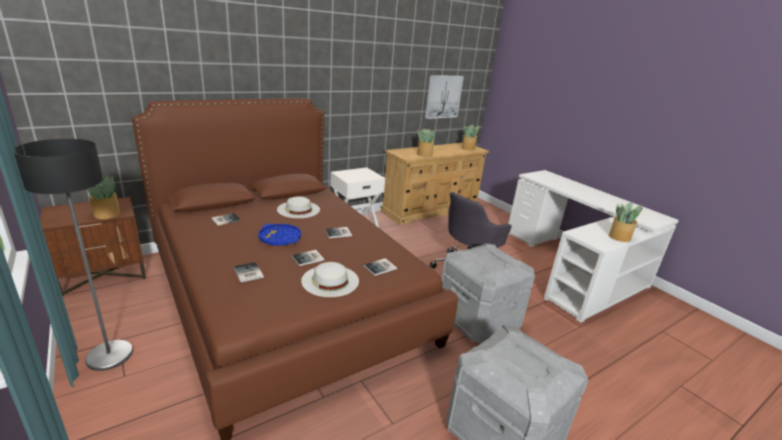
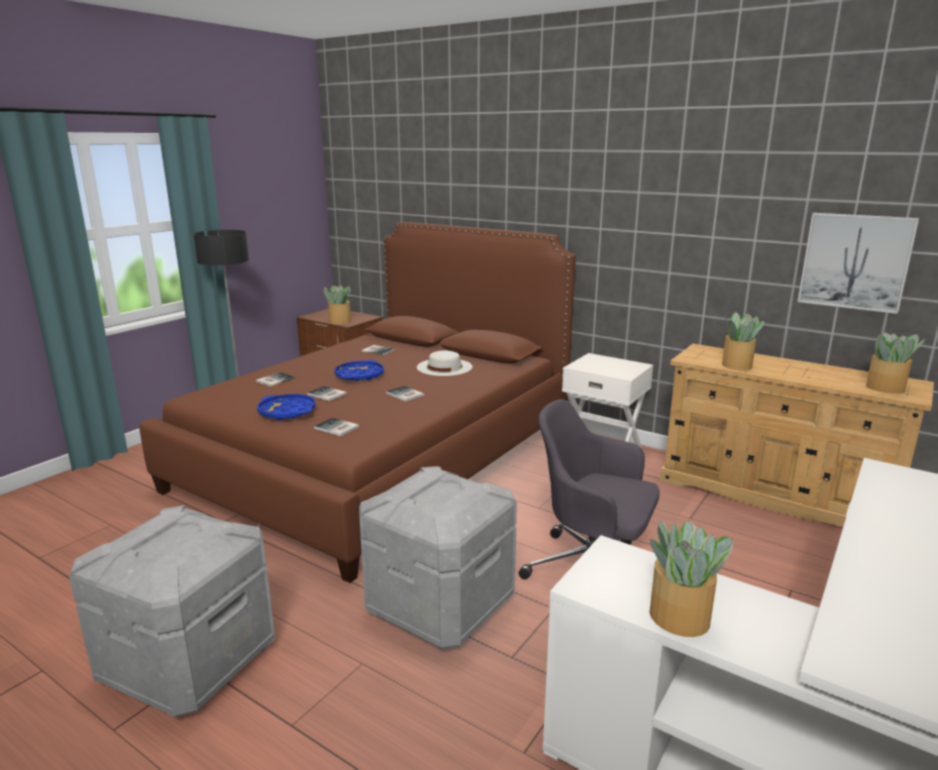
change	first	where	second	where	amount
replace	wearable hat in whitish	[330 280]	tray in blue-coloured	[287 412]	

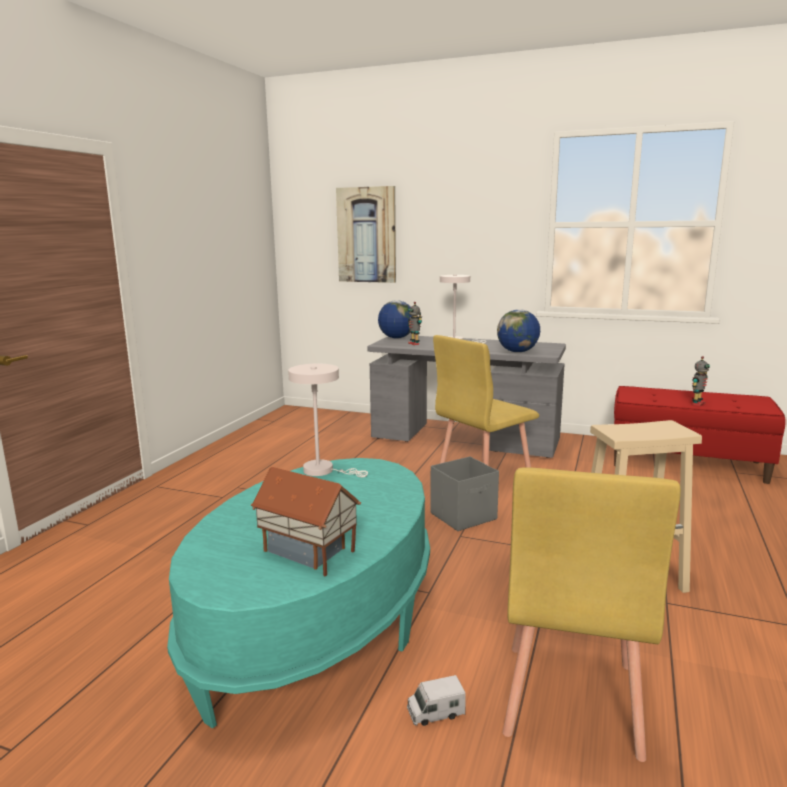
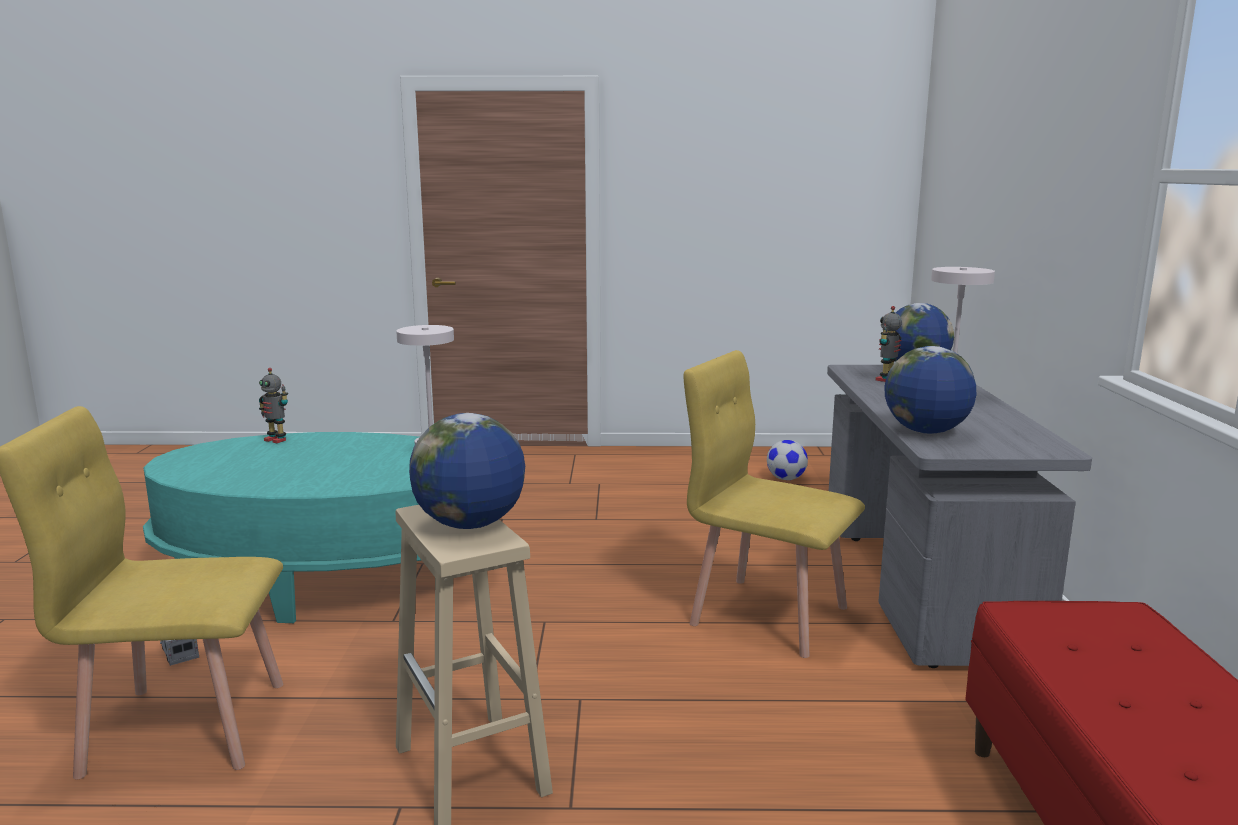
change	first	where	second	where	amount
delete	toy house	[307 553]			
delete	wall art	[367 235]			
delete	storage box in gray	[464 516]			
insert			globe	[470 524]	
insert			football	[786 479]	
move	robot figure	[697 403]		[276 440]	

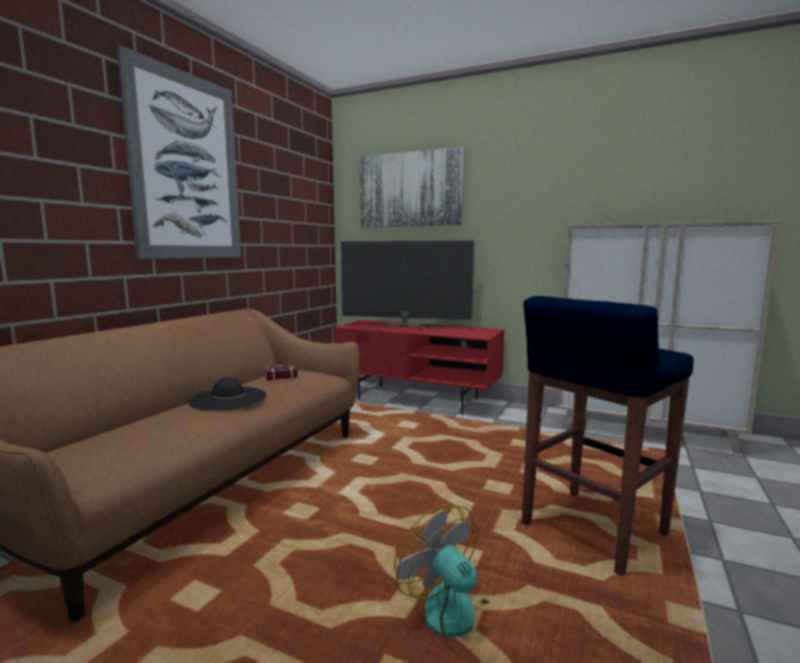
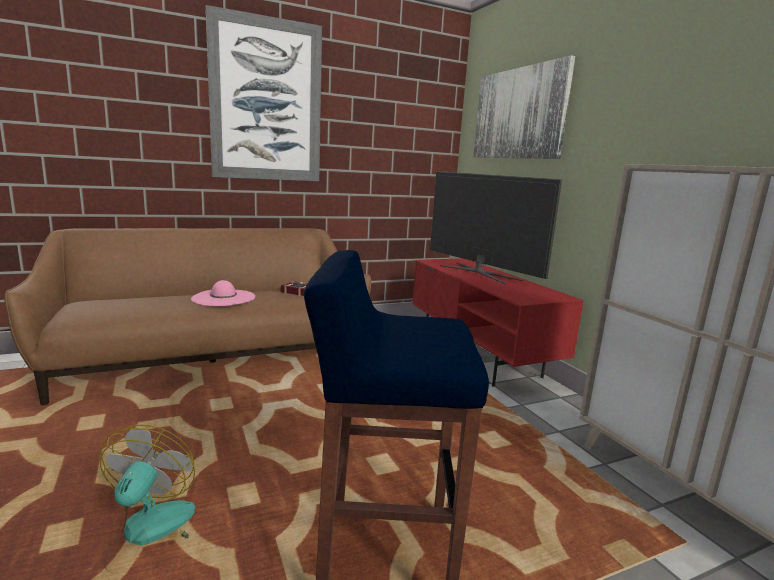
change	first	where	second	where	amount
recolor	wearable hat in black-coloured	[228 399]	wearable hat in pink-coloured	[223 298]	

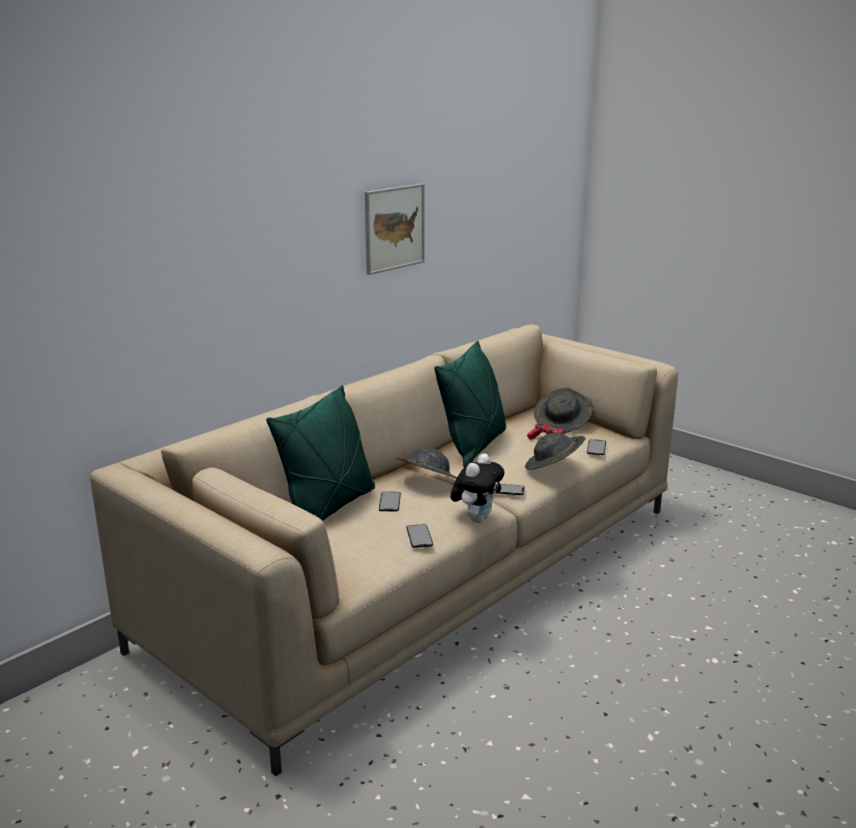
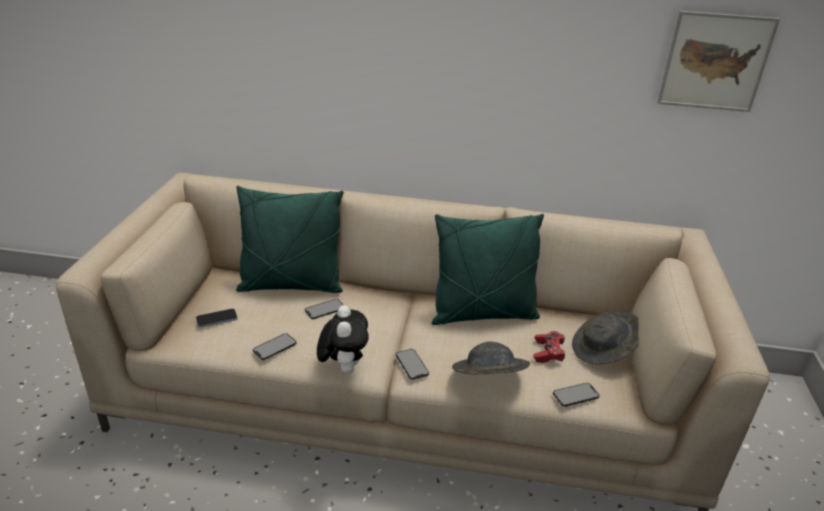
change	first	where	second	where	amount
delete	wearable hat in gray	[427 483]			
insert			handset	[216 319]	
move	wall art	[394 228]		[715 62]	
rotate	plush toy	[477 518]		[343 368]	90 degrees counterclockwise

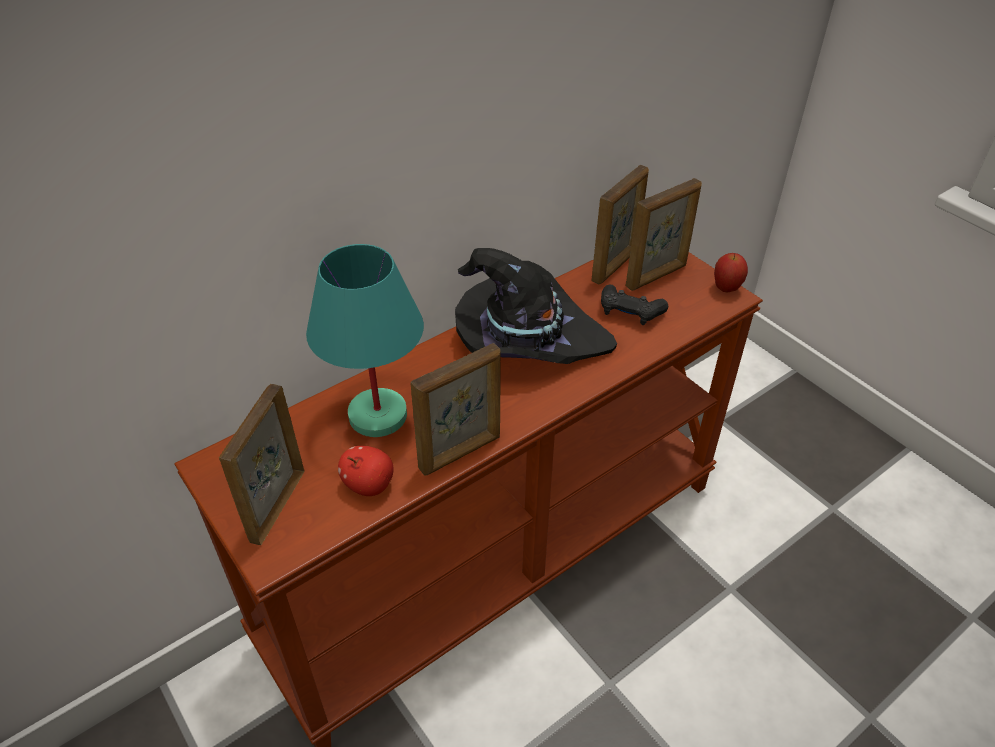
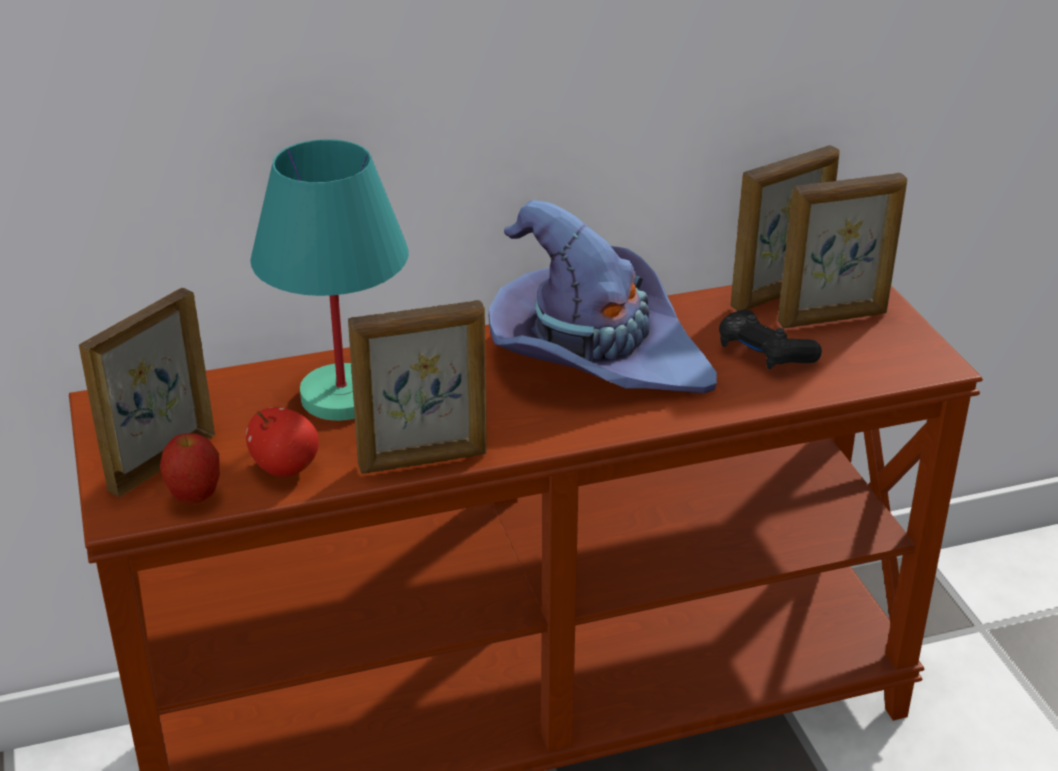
change	first	where	second	where	amount
move	apple fruit	[726 289]		[195 497]	
recolor	wearable hat in black-coloured	[527 339]	wearable hat in purple	[594 355]	

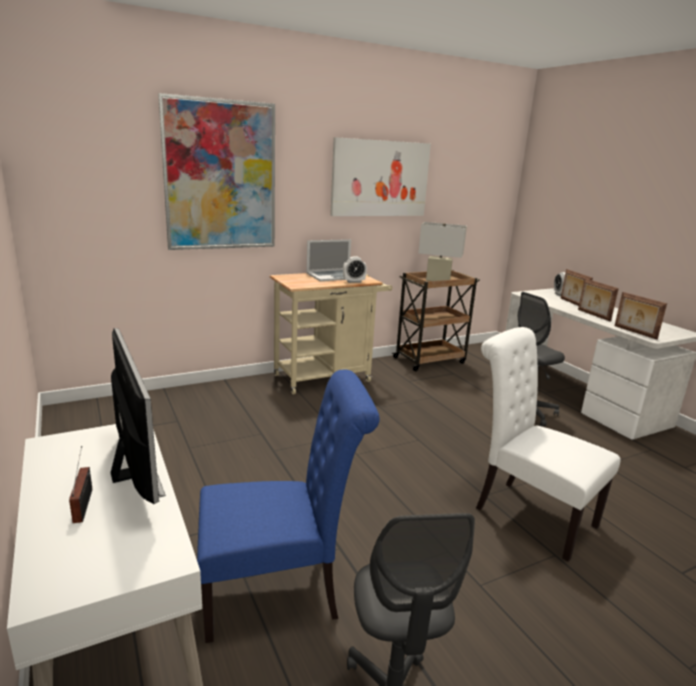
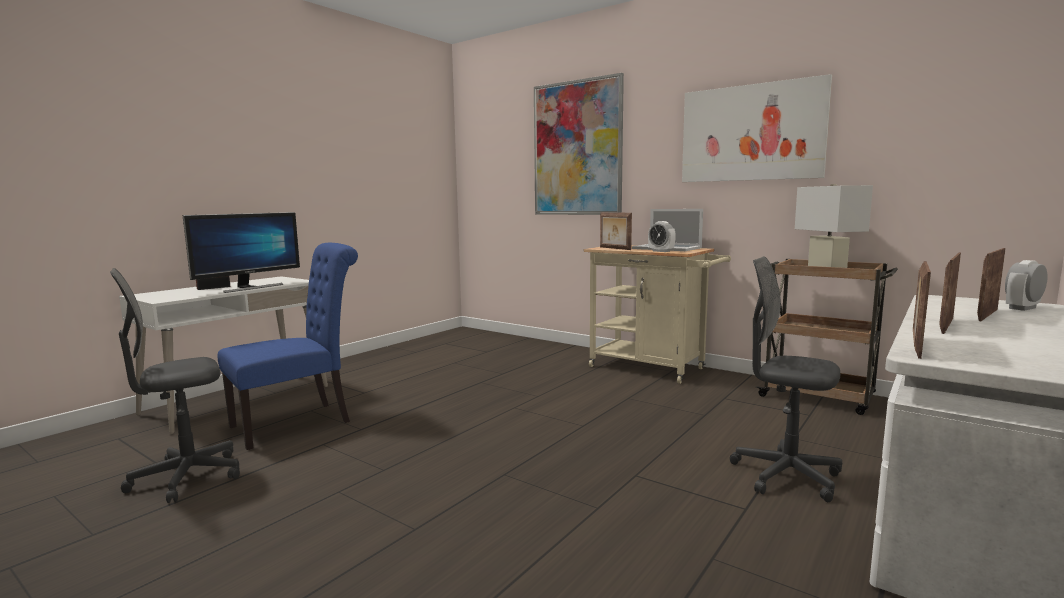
change	first	where	second	where	amount
delete	plain chair in whitish	[528 513]			
insert			picture frame	[614 248]	
rotate	plain chair in blue-coloured	[280 593]		[298 422]	90 degrees counterclockwise

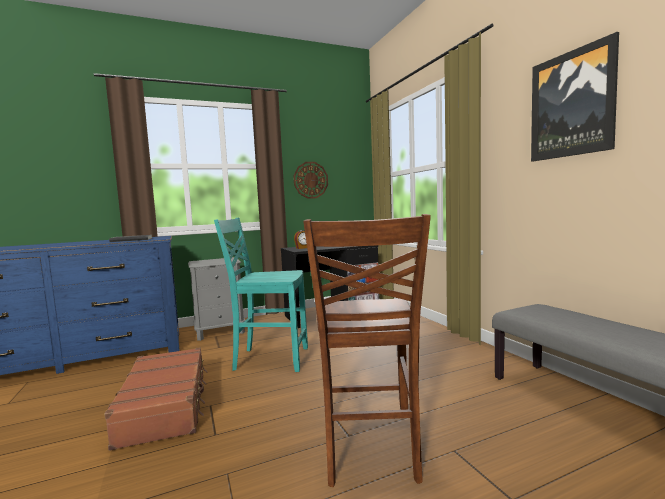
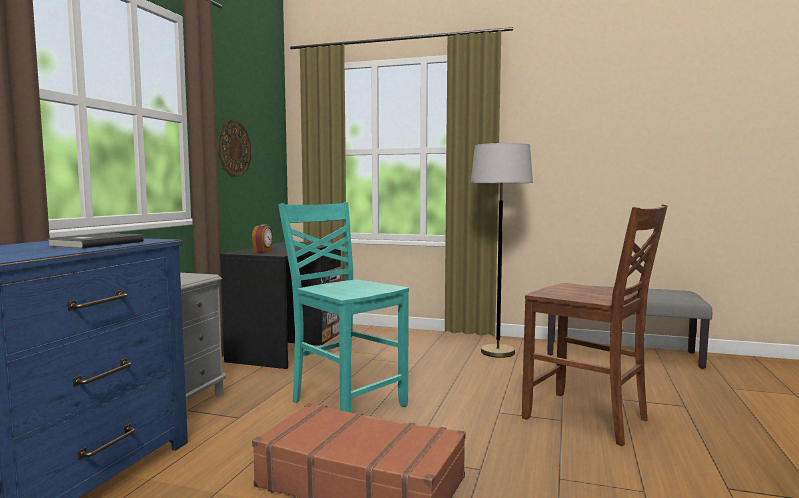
change	first	where	second	where	amount
delete	wall art	[571 104]			
insert			floor lamp in gray	[497 352]	
rotate	plain chair in blue-green	[270 359]		[346 403]	90 degrees clockwise

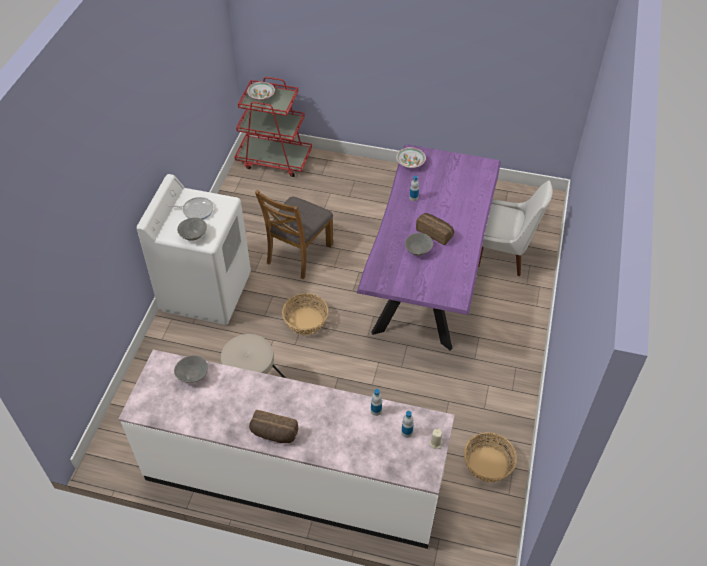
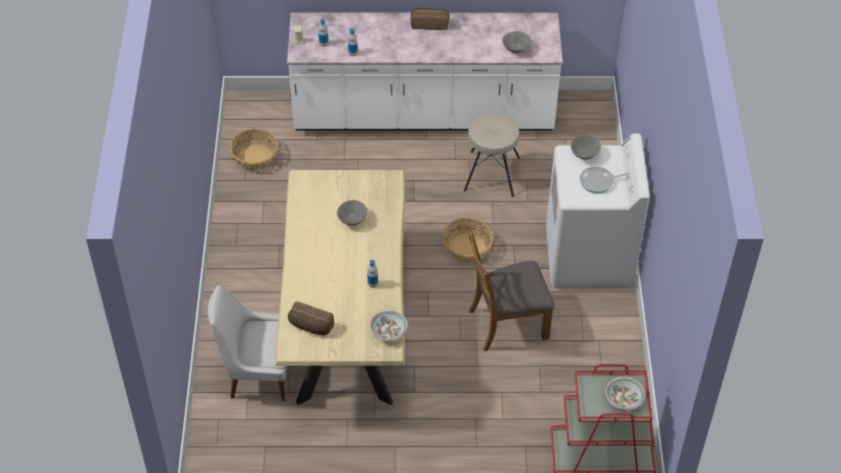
change	first	where	second	where	amount
move	bakery bread	[435 233]		[310 326]	
recolor	kitchen table in purple	[427 278]	kitchen table in beige-coloured	[346 323]	
rotate	plain chair in brown	[298 253]		[507 323]	120 degrees counterclockwise

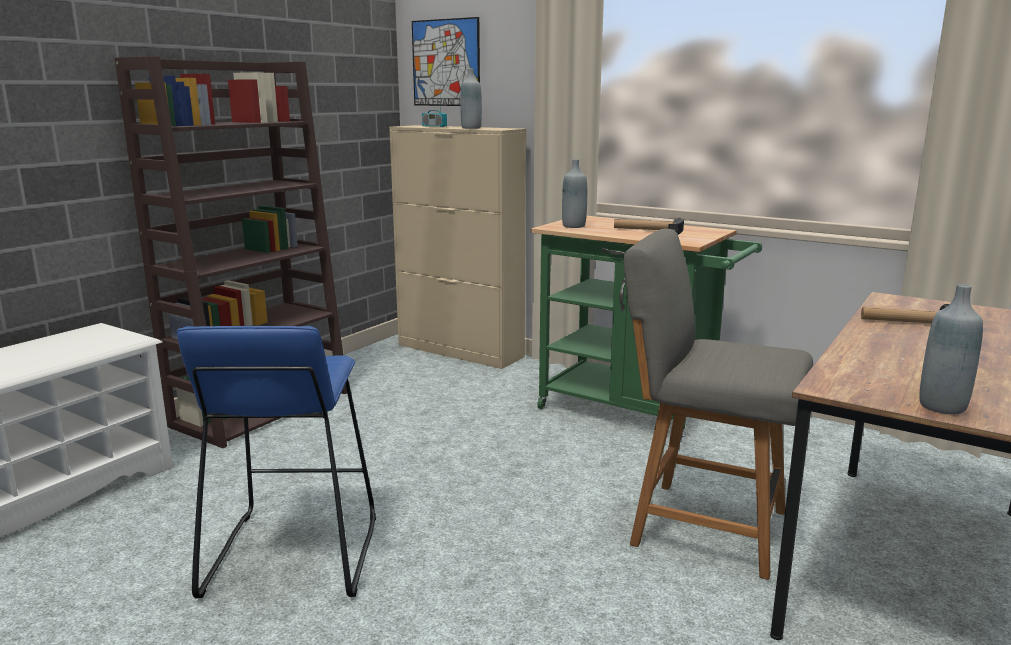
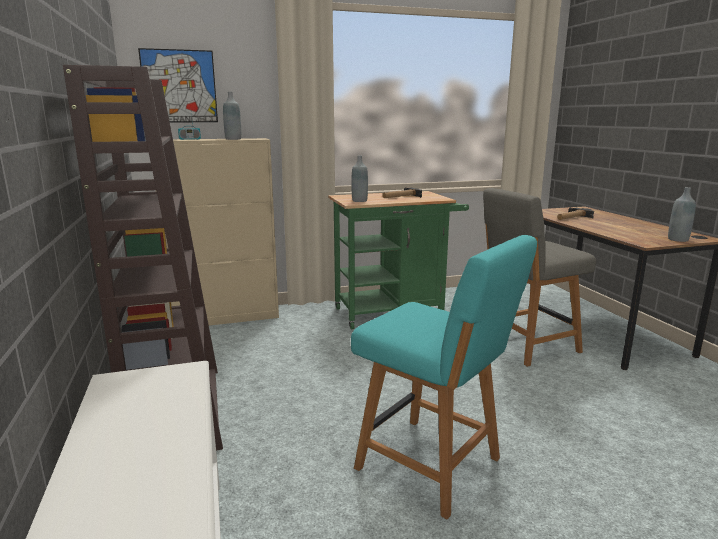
change	first	where	second	where	amount
replace	stool seat in blue-coloured	[292 554]	plain chair in blue-green	[432 466]	

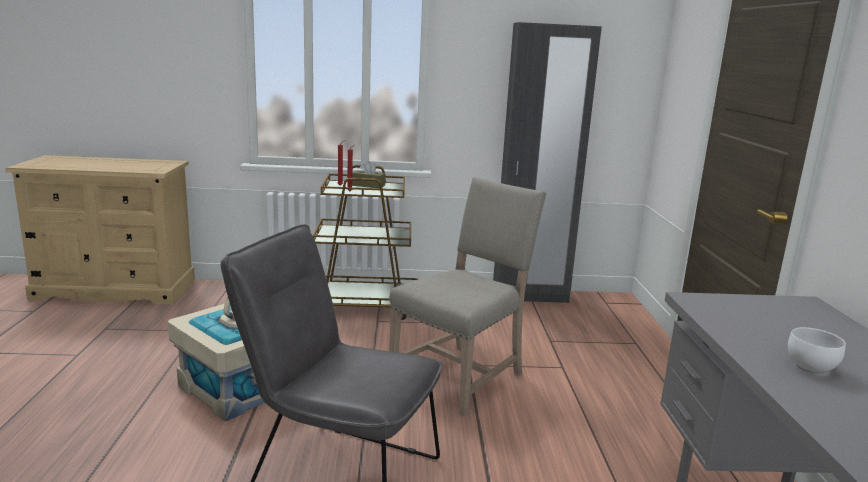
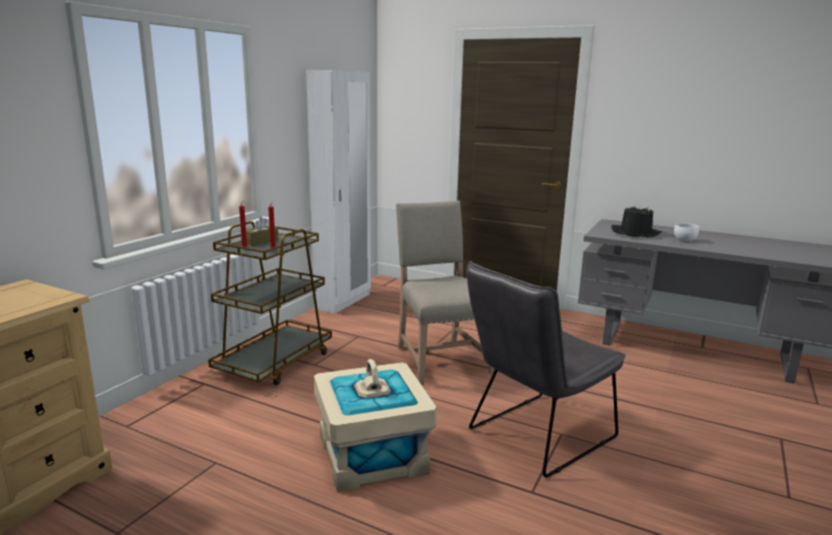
change	first	where	second	where	amount
insert			wearable hat in black-coloured	[635 233]	
recolor	armoire in black-coloured	[530 296]	armoire in whitish	[343 301]	

